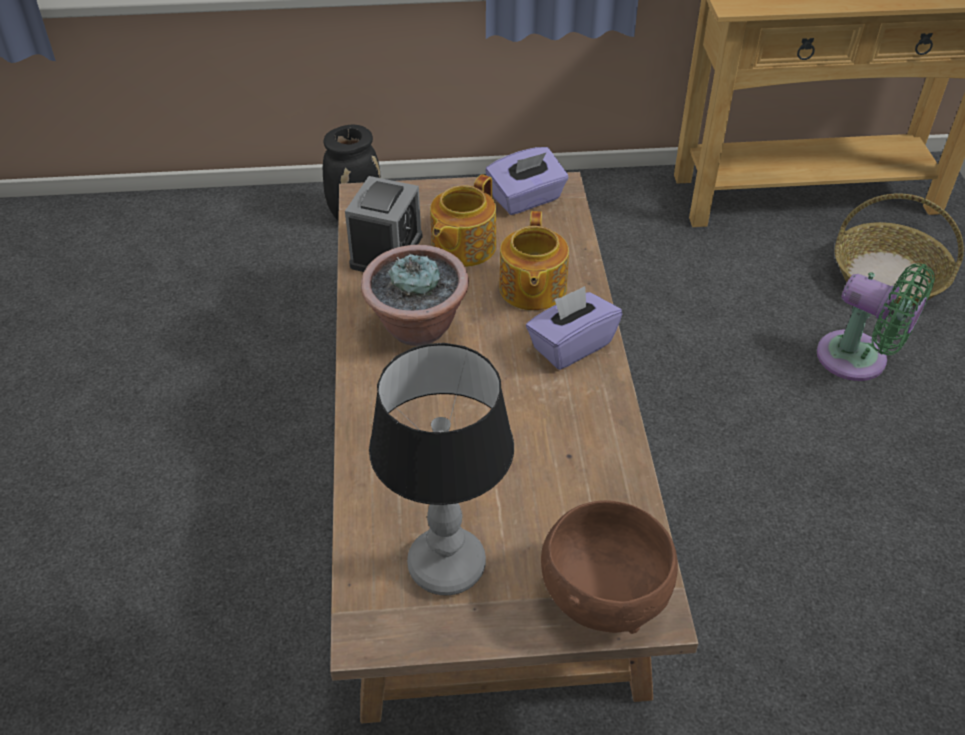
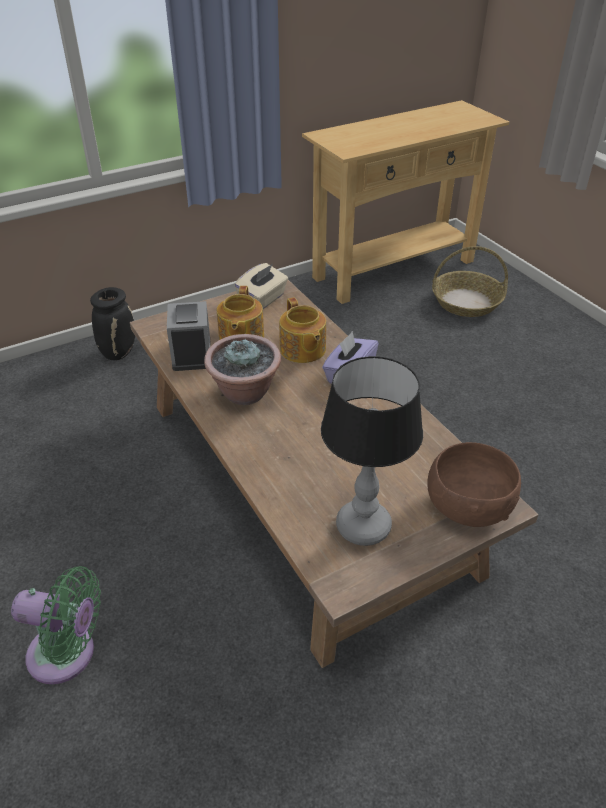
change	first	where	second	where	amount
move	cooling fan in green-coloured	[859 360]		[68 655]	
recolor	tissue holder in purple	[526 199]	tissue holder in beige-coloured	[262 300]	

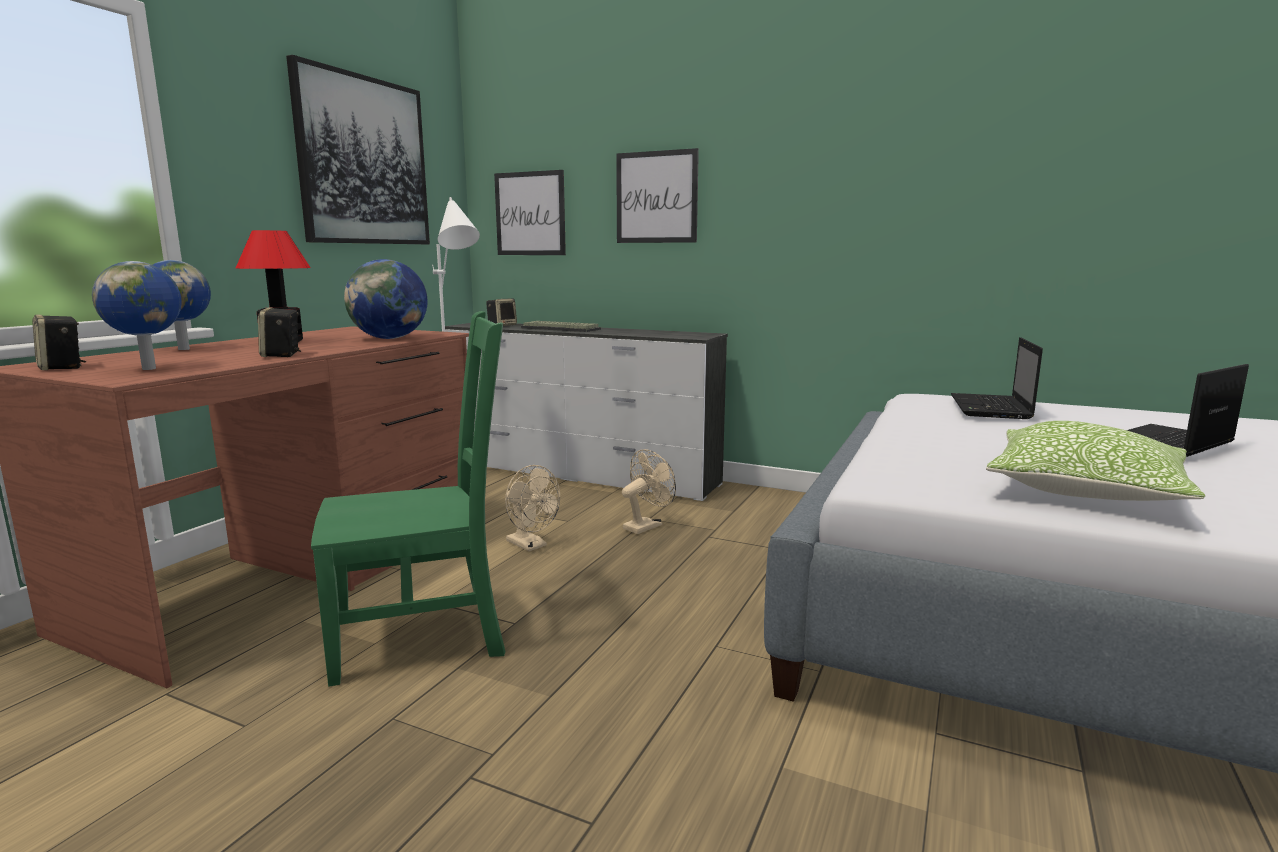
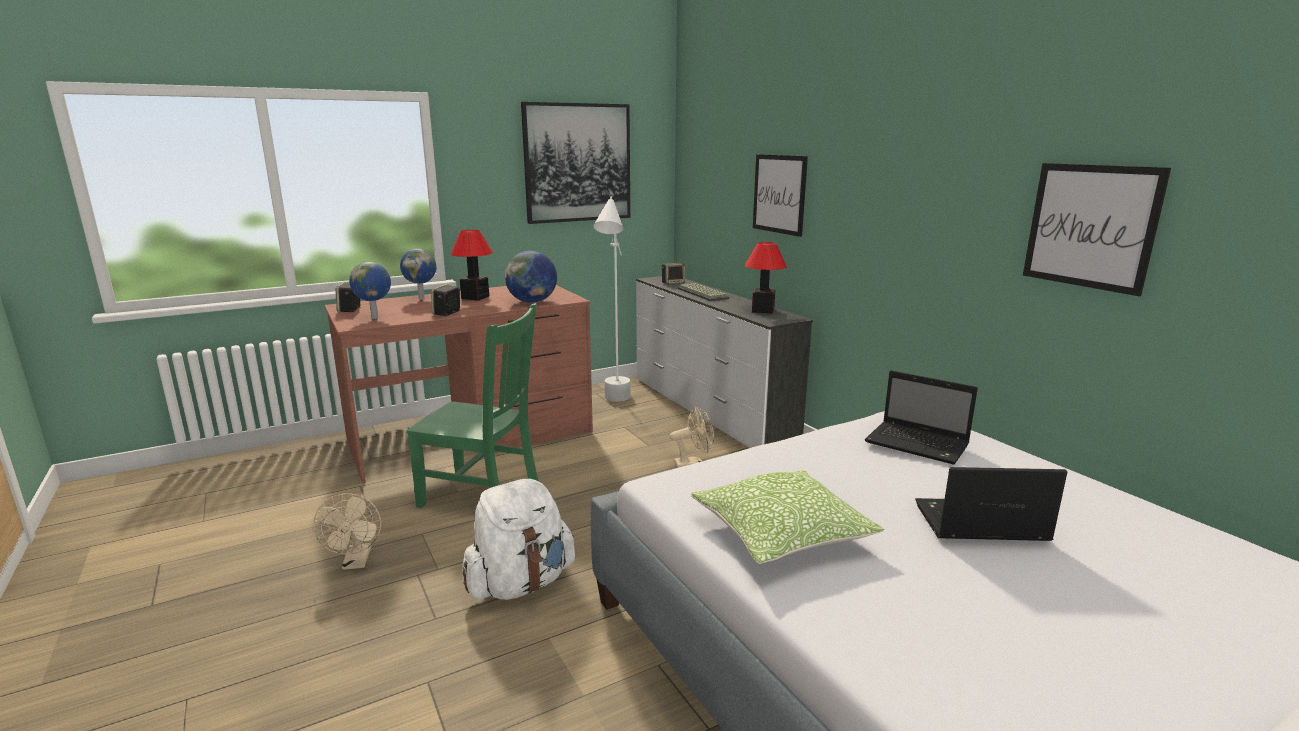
change	first	where	second	where	amount
insert			backpack in whitish	[521 583]	
insert			lamp for a table	[762 310]	
move	wall art	[530 214]		[1090 226]	
move	cooling fan in beige-coloured	[531 545]		[356 562]	
rotate	portable computer	[991 408]		[919 444]	105 degrees counterclockwise

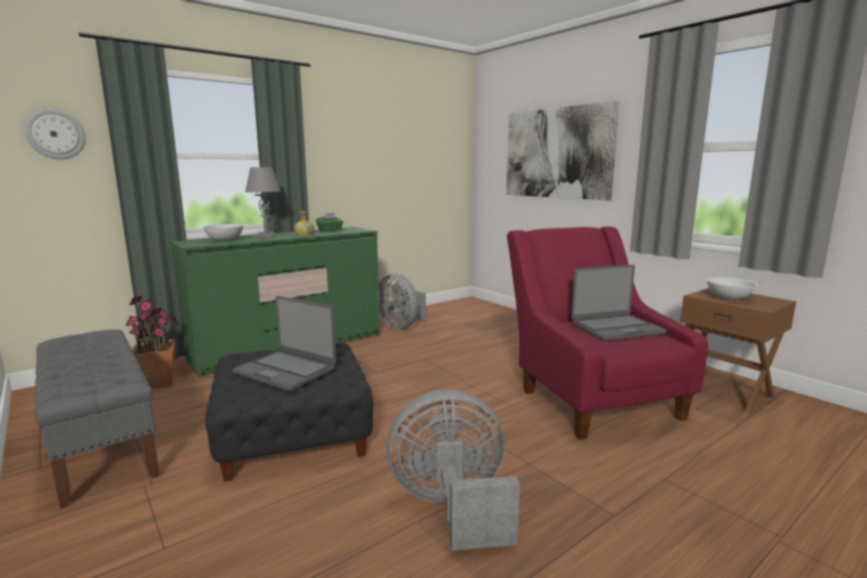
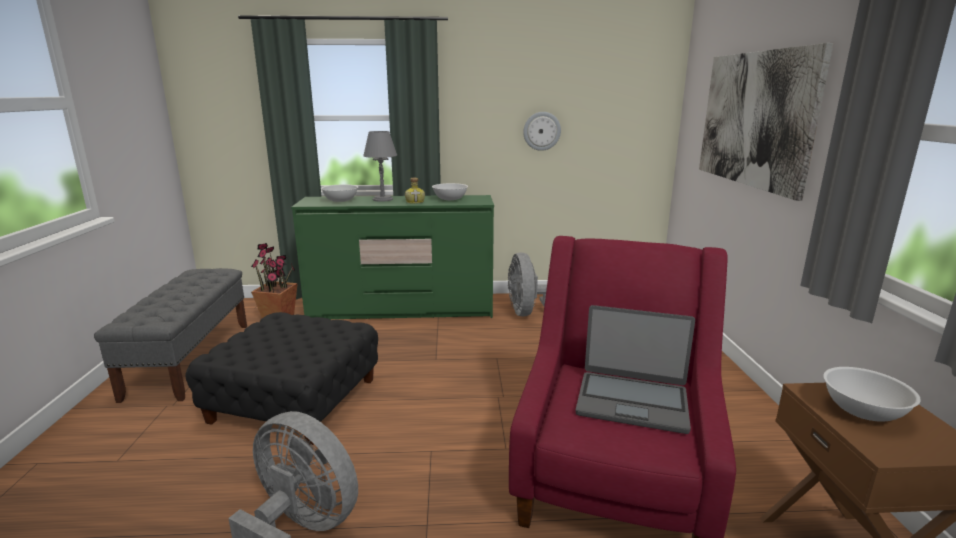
change	first	where	second	where	amount
delete	portable computer	[286 371]			
move	hanging clock	[56 134]		[541 131]	
replace	tissue holder in green-coloured	[330 231]	serving bowl in whitish	[450 199]	

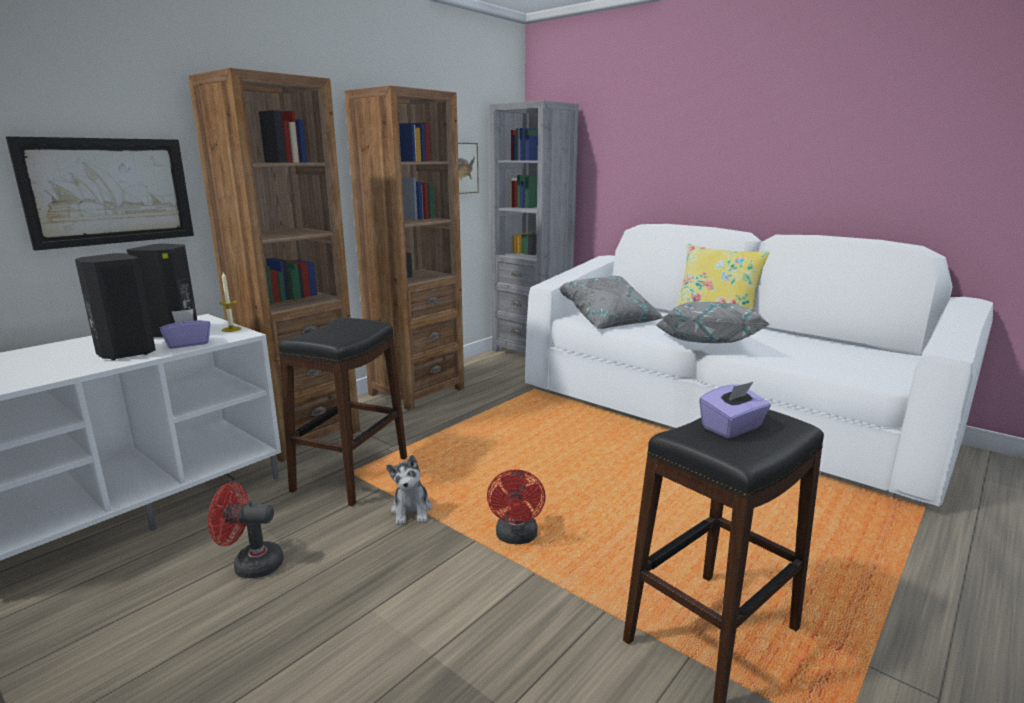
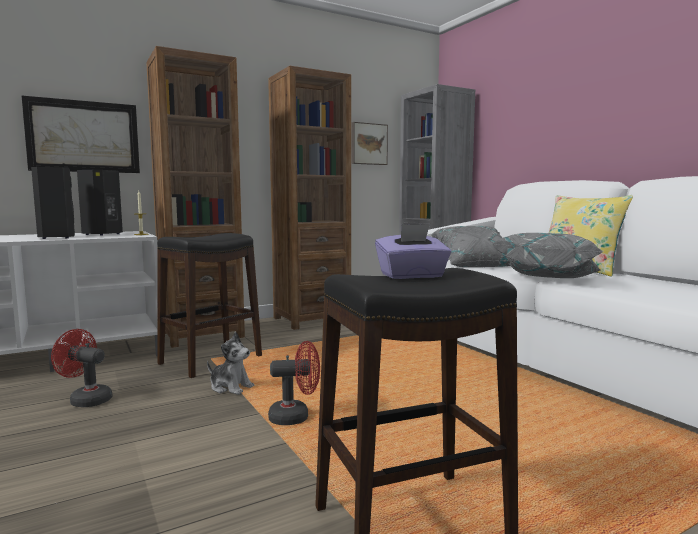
change	first	where	second	where	amount
delete	tissue holder in purple	[188 344]			
rotate	plush toy	[412 511]		[230 387]	75 degrees counterclockwise
rotate	cooling fan in red-coloured	[516 537]		[295 417]	120 degrees counterclockwise

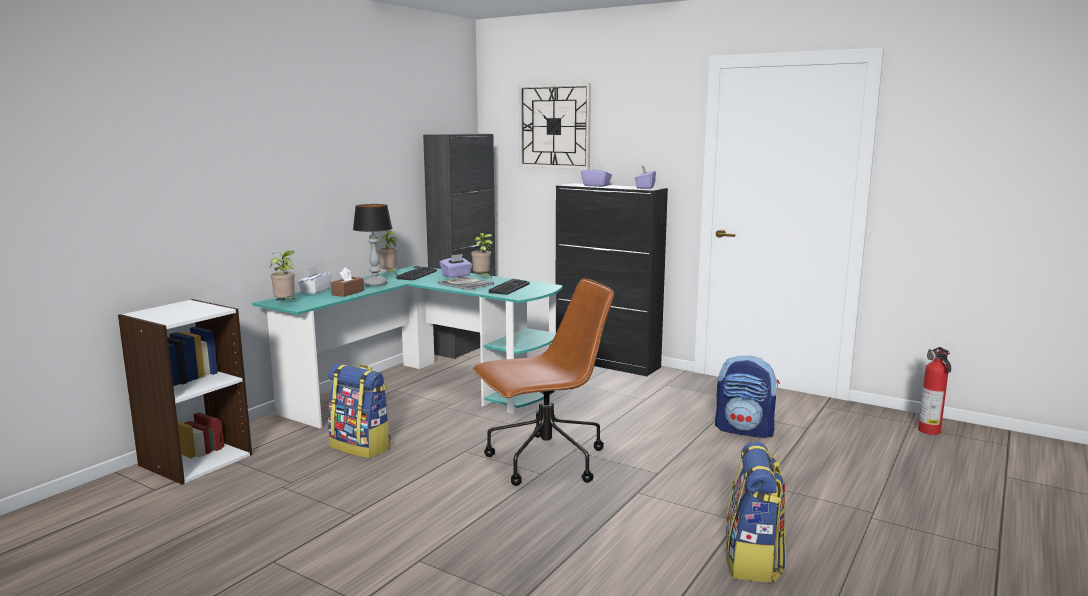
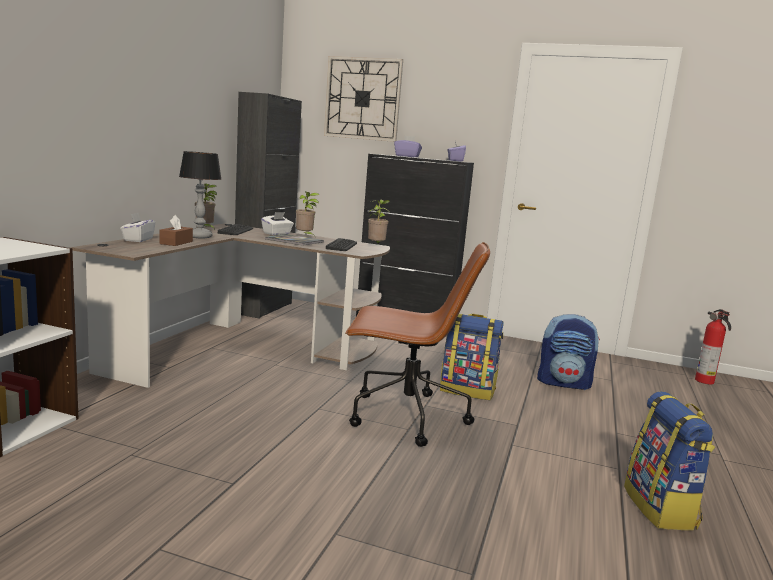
change	first	where	second	where	amount
move	plant in a pot	[286 303]		[376 246]	
move	backpack	[361 447]		[467 390]	
recolor	desk unit in blue-green	[424 391]	desk unit in brown	[244 349]	
recolor	tissue holder in purple	[456 275]	tissue holder in whitish	[277 233]	
rotate	computer chair in brown	[544 461]		[405 417]	45 degrees clockwise

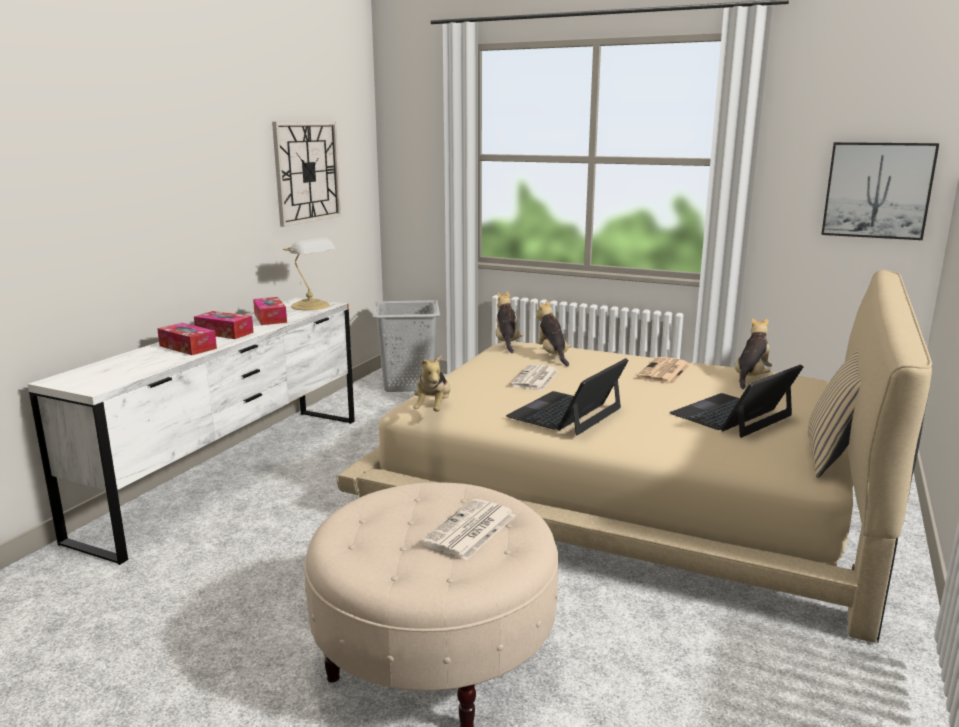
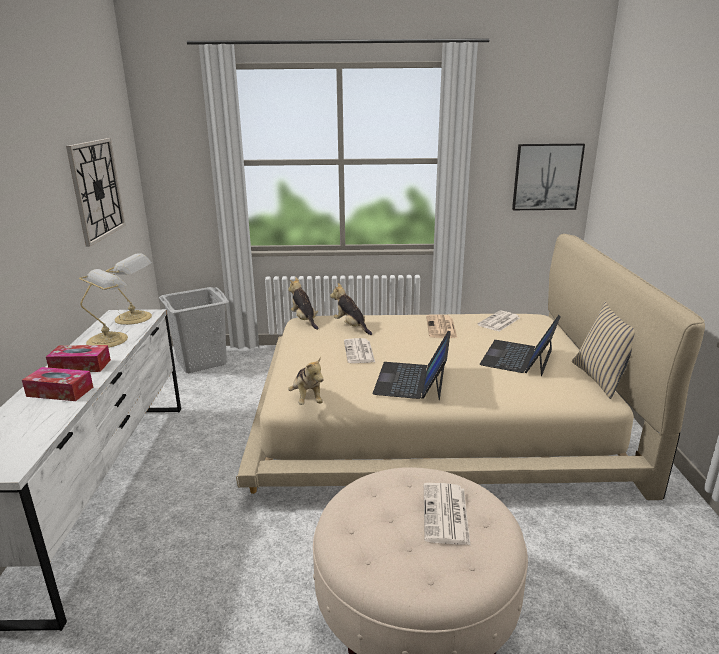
change	first	where	second	where	amount
replace	tissue holder	[270 318]	lamp for a table	[109 339]	
replace	plush toy	[751 378]	newspaper	[499 322]	

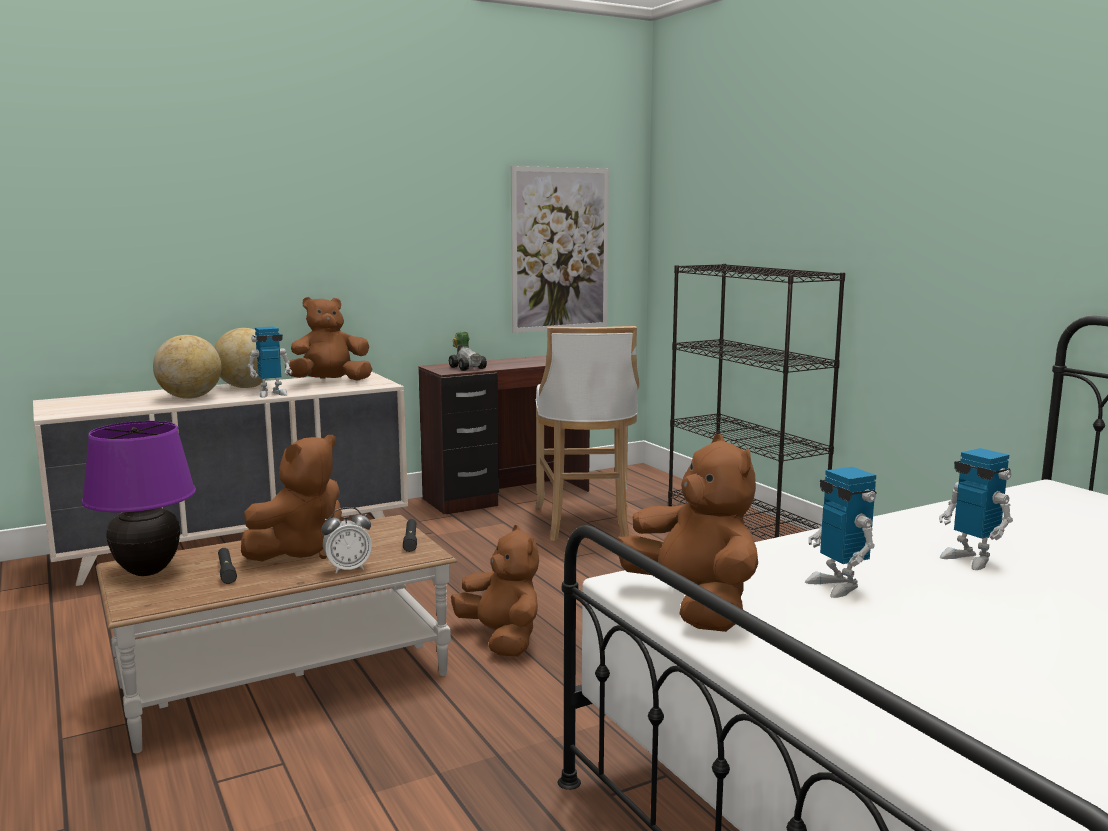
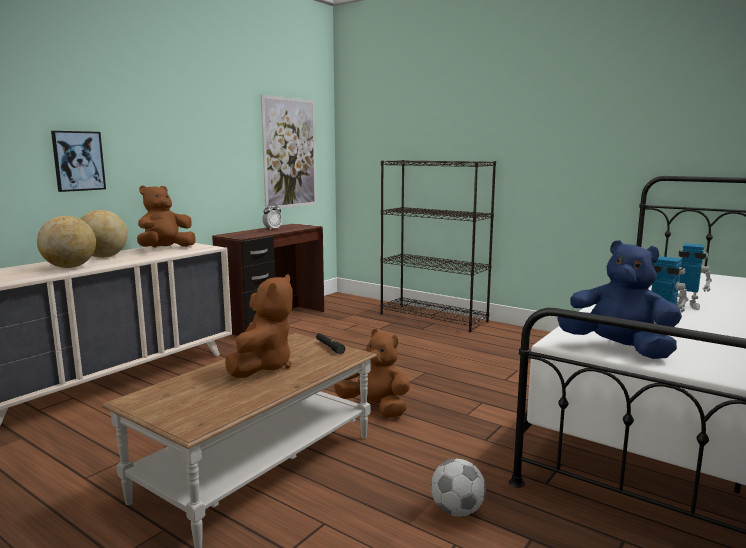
change	first	where	second	where	amount
delete	lamp for a table in purple	[147 571]			
delete	flashlight in black-coloured	[226 571]			
delete	robot figure	[271 394]			
delete	toy car	[467 367]			
delete	stool seat in whitish	[585 524]			
insert			wall art	[78 161]	
insert			football	[456 511]	
move	bedside clock	[348 569]		[272 229]	
recolor	plush toy in brown	[693 606]	plush toy in blue-coloured	[618 349]	

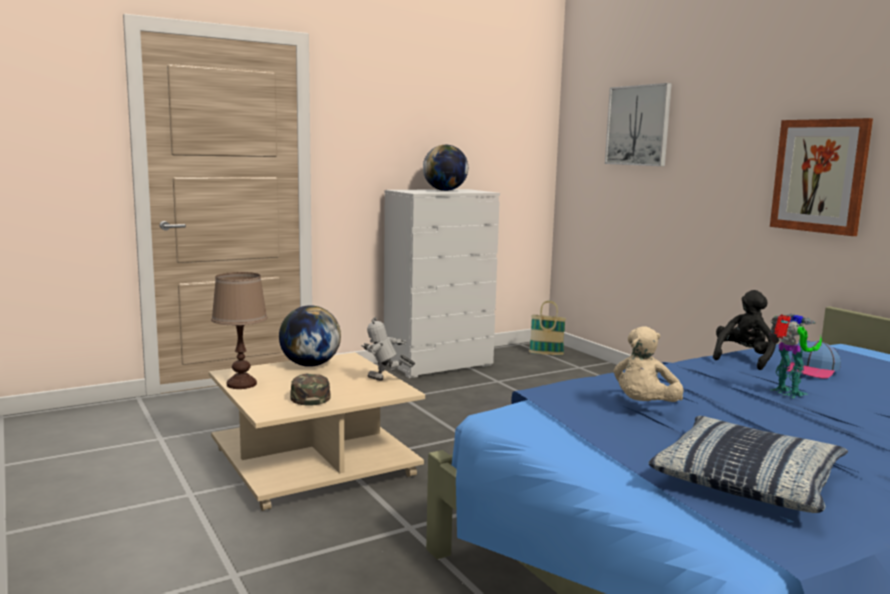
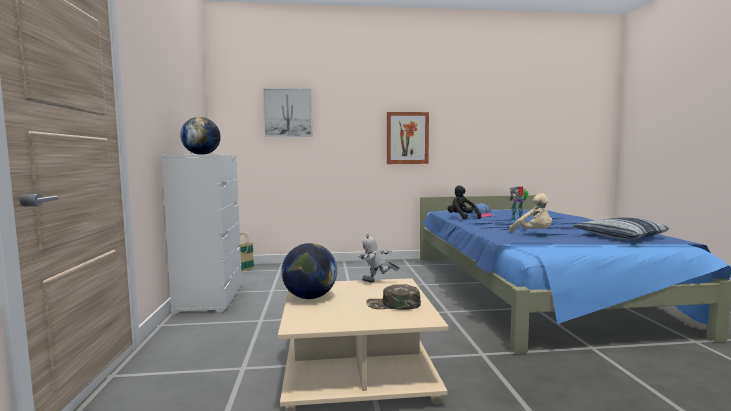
change	first	where	second	where	amount
delete	lamp for a table in brown	[242 384]			
rotate	robot figure	[386 381]		[377 283]	60 degrees clockwise

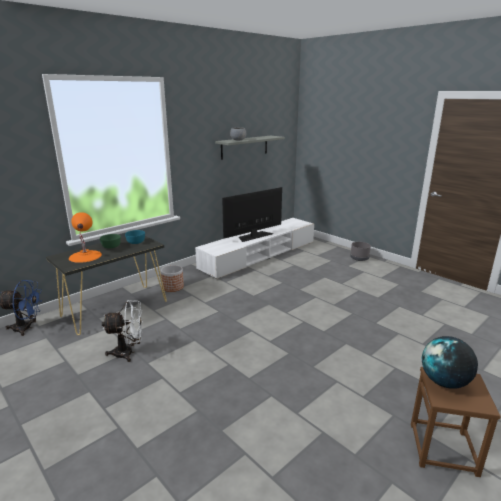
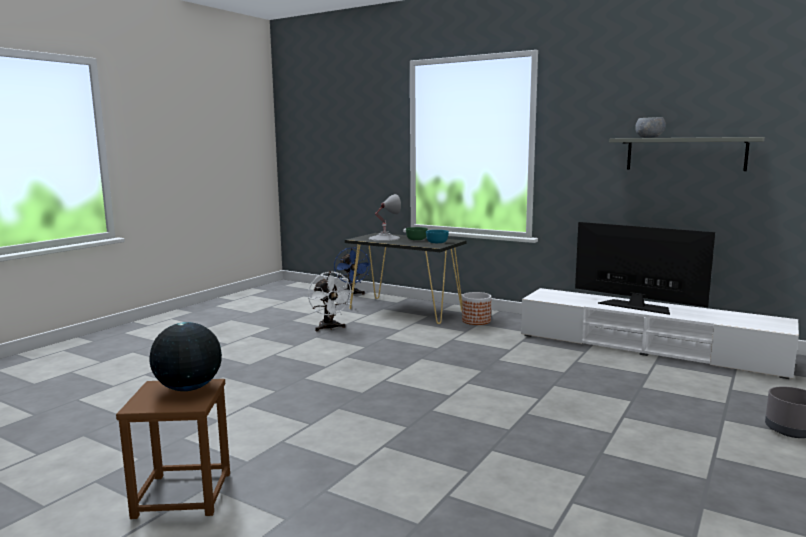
change	first	where	second	where	amount
recolor	lamp for a table in orange	[85 256]	lamp for a table in gray	[384 238]	

